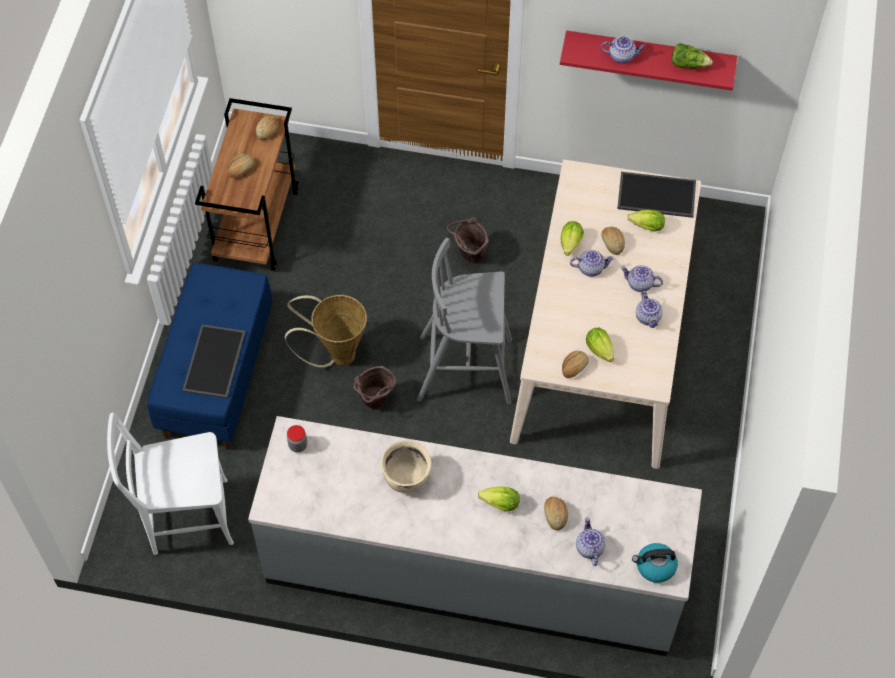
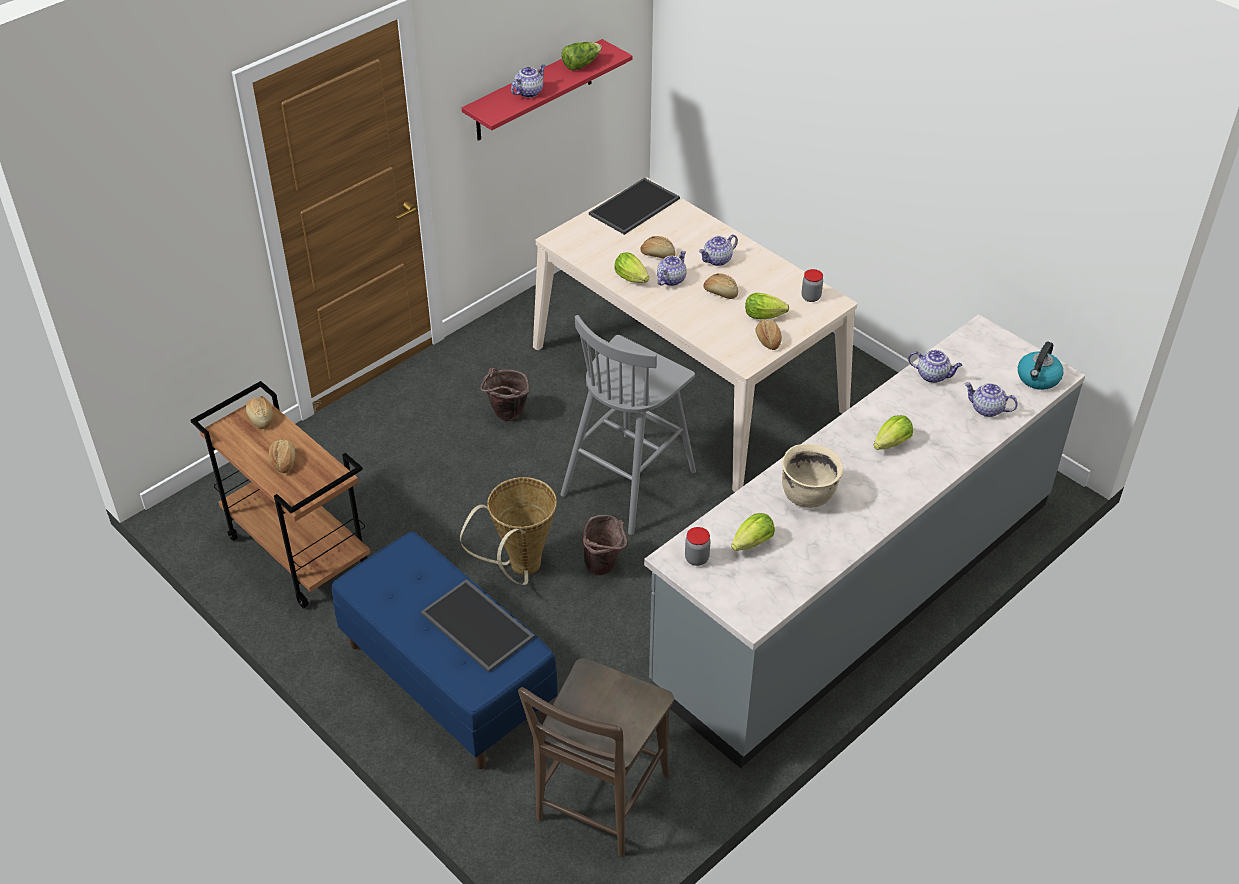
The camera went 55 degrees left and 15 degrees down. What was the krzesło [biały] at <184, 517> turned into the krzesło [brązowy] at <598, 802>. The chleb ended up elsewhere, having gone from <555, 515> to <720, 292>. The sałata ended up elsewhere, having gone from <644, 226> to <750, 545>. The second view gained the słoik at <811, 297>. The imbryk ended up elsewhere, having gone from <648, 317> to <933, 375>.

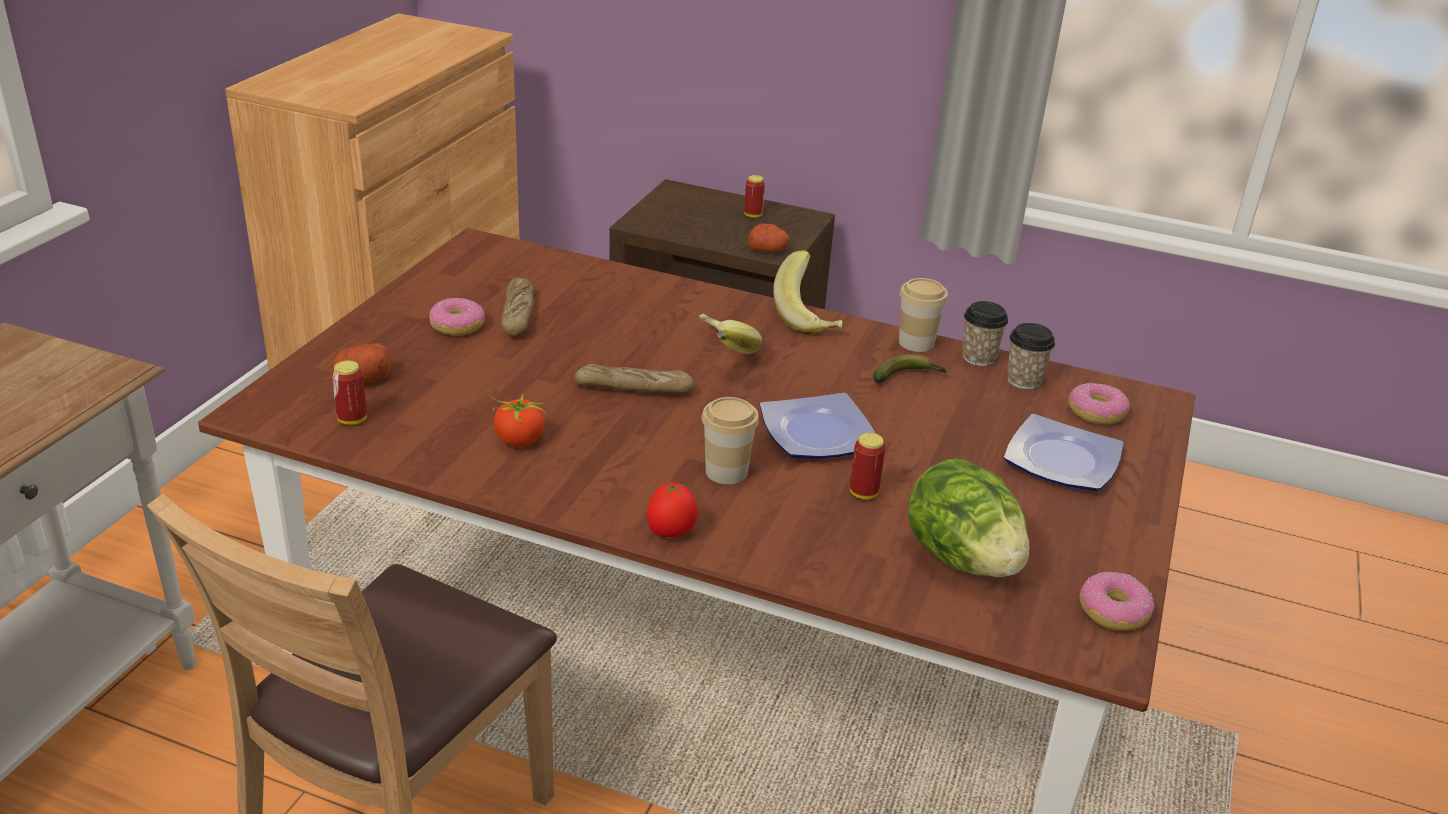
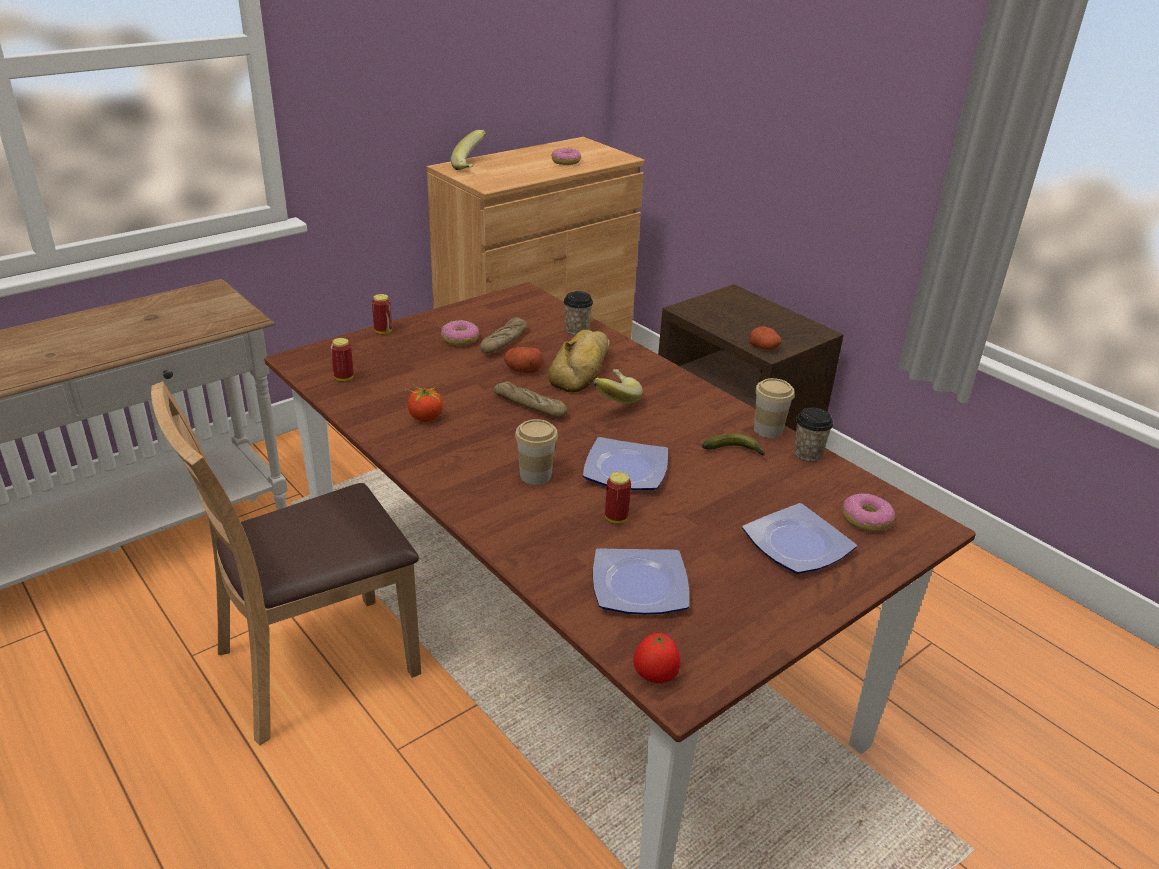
The camera went 30 degrees right and 0 degrees up. The puszka ended up elsewhere, having gone from <753, 215> to <383, 331>. The banan ended up elsewhere, having gone from <810, 317> to <472, 166>. The ziemniak ended up elsewhere, having gone from <363, 379> to <522, 370>. The second view gained the chleb at <583, 369>. The donut ended up elsewhere, having gone from <1113, 611> to <566, 162>. The filiżanka ended up elsewhere, having gone from <1023, 380> to <577, 330>. Where the sałata stood at <962, 558>, the talerz came to stand at <641, 585>. The pomidor ended up elsewhere, having gone from <671, 533> to <655, 677>.

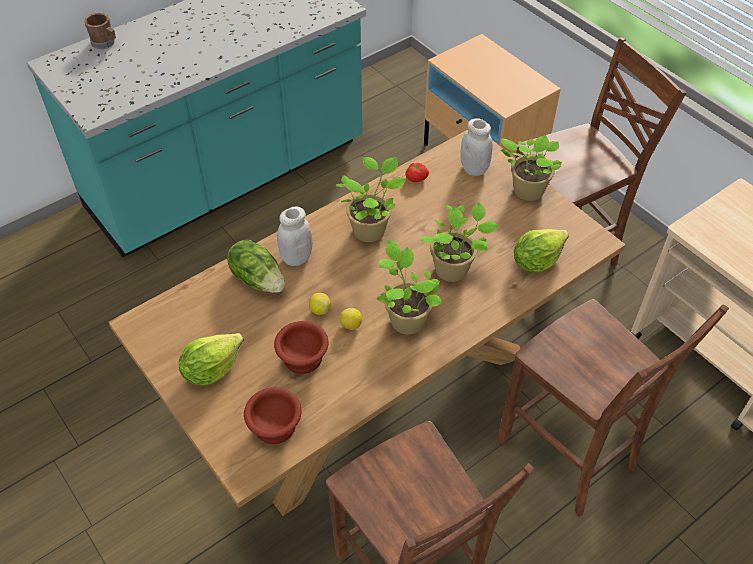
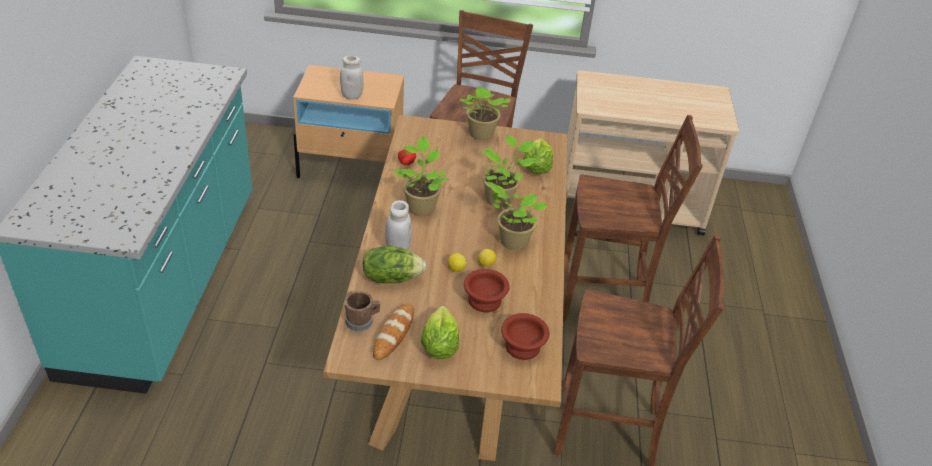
The camera went 50 degrees left and 10 degrees down. The słoik [biały] ended up elsewhere, having gone from <474, 169> to <352, 96>. The kubek [brązowy] ended up elsewhere, having gone from <105, 43> to <362, 321>. The second view gained the chleb at <394, 334>.

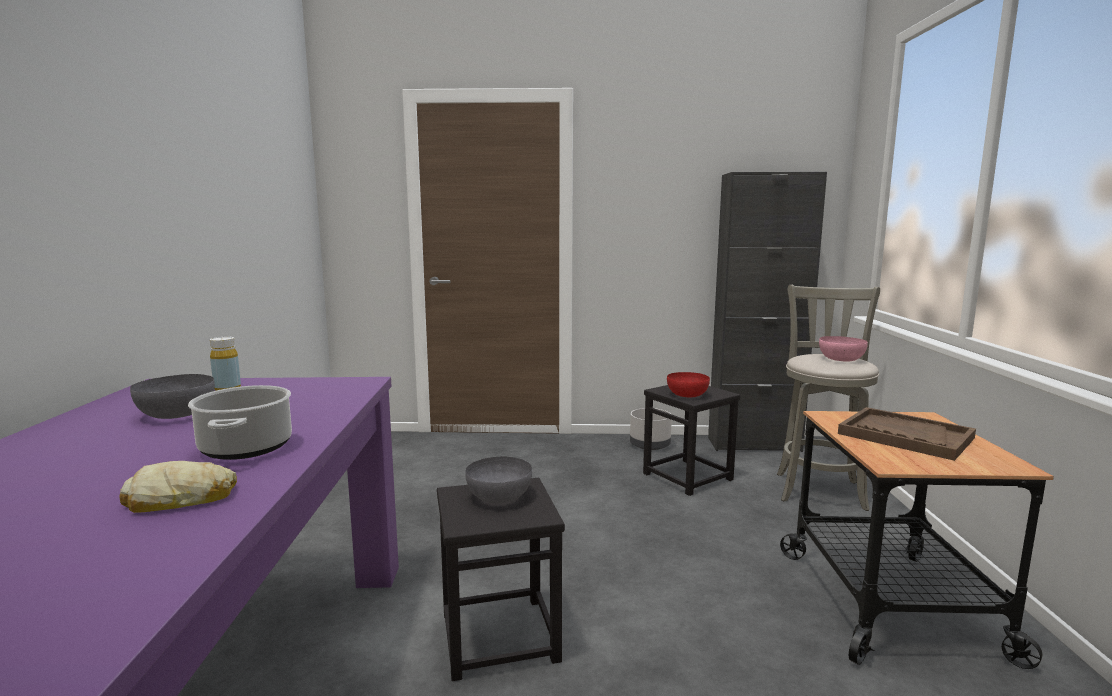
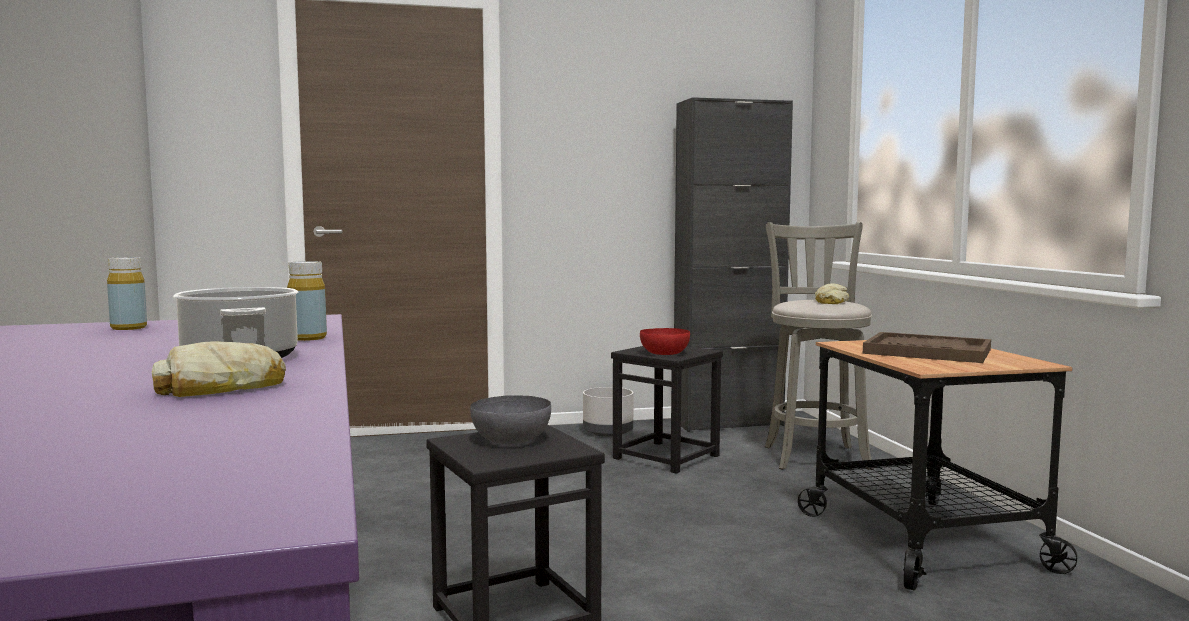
The camera went 15 degrees left and 5 degrees down. The second view gained the butelka [żółty] at <308, 338>. Where the miska [różowy] stood at <840, 359>, the chleb came to stand at <830, 302>. The second view lost the miska [szary] at <176, 414>.

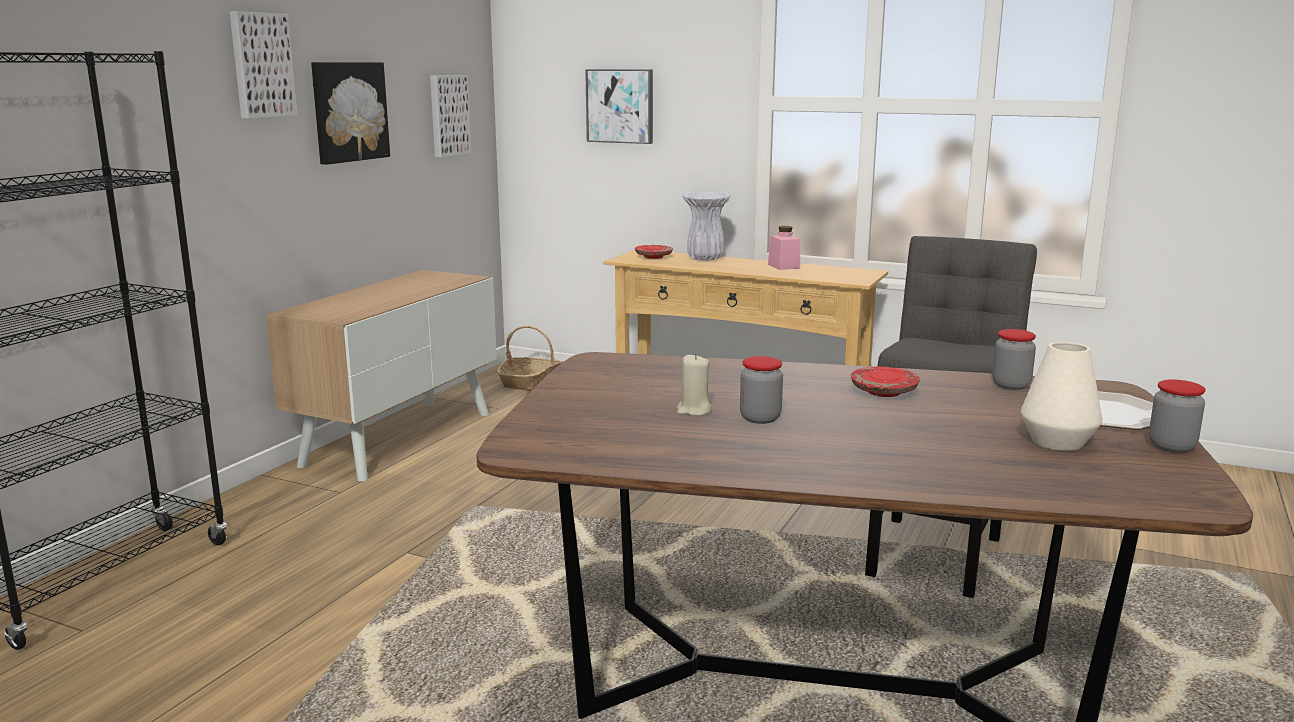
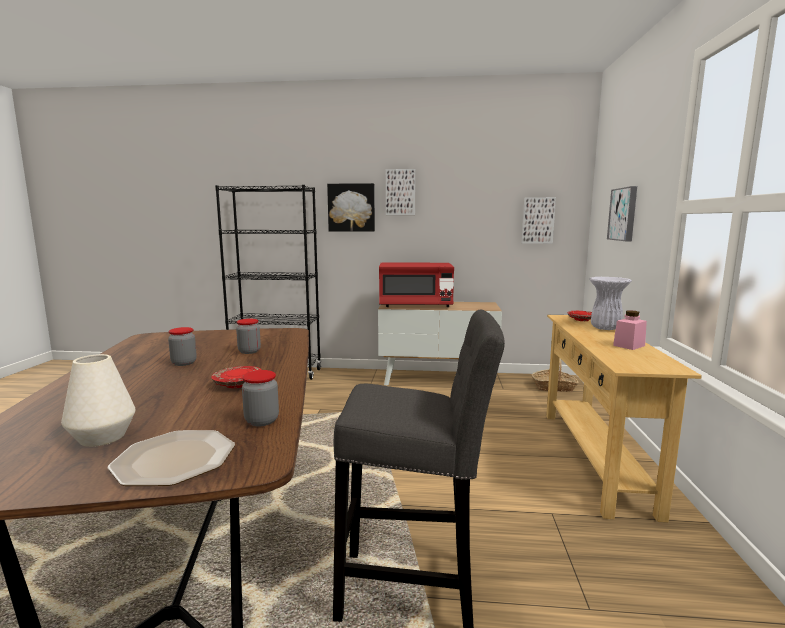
The camera went 70 degrees right and 5 degrees down. The słoik ended up elsewhere, having gone from <1172, 446> to <249, 351>. The obraz ended up elsewhere, having gone from <348, 111> to <351, 207>. The second view gained the mikrofalówka [czerwony] at <415, 305>. The second view lost the świeca [beżowy] at <694, 410>.

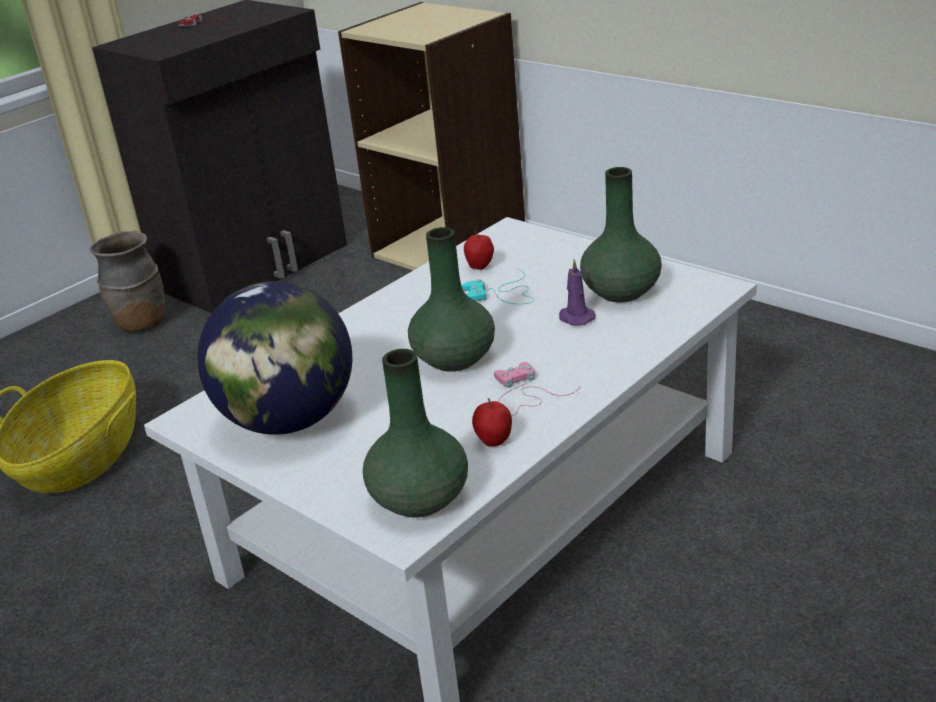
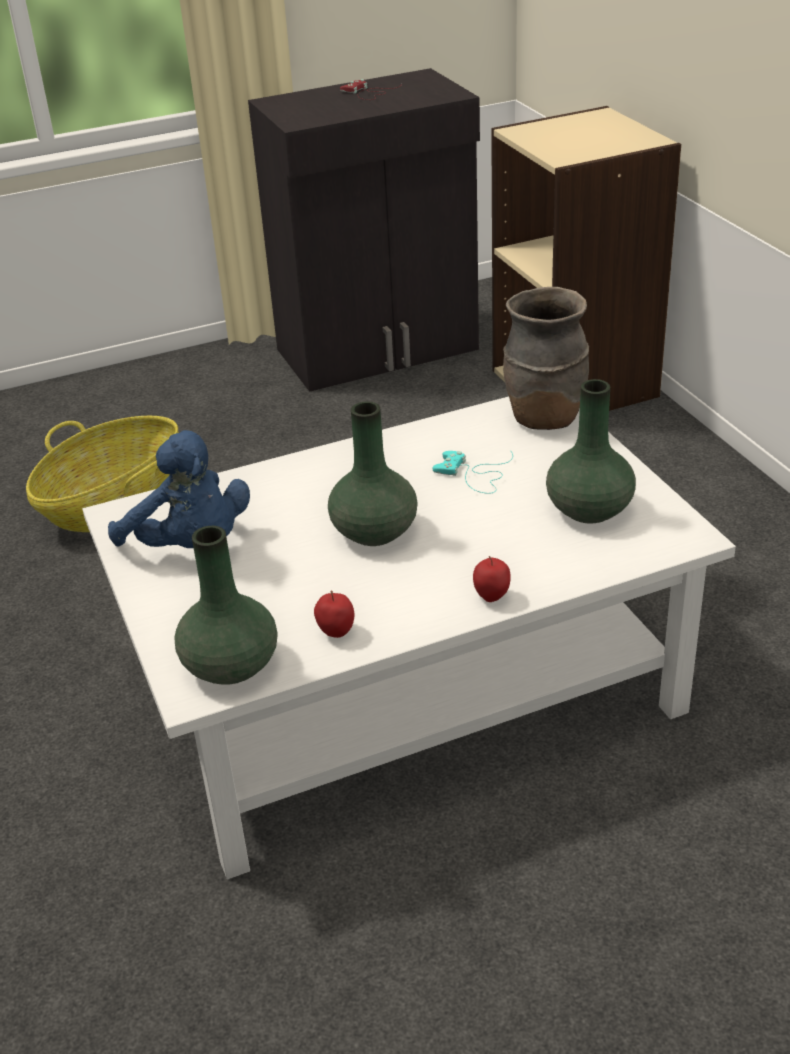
The camera went 25 degrees right and 5 degrees up. Where the globus stood at <289, 421>, the pluszak [niebieski] came to stand at <191, 546>. The jabłko ended up elsewhere, having gone from <480, 267> to <491, 598>. The wazon [brązowy] ended up elsewhere, having gone from <141, 324> to <543, 418>. The second view lost the pad do gier [różowy] at <523, 394>. The second view lost the świeca [fioletowy] at <575, 318>.

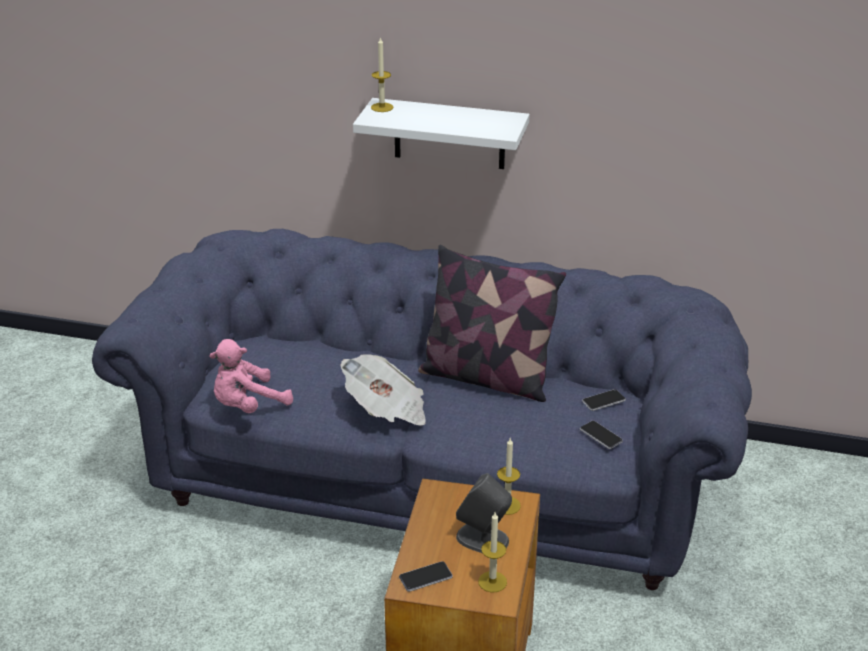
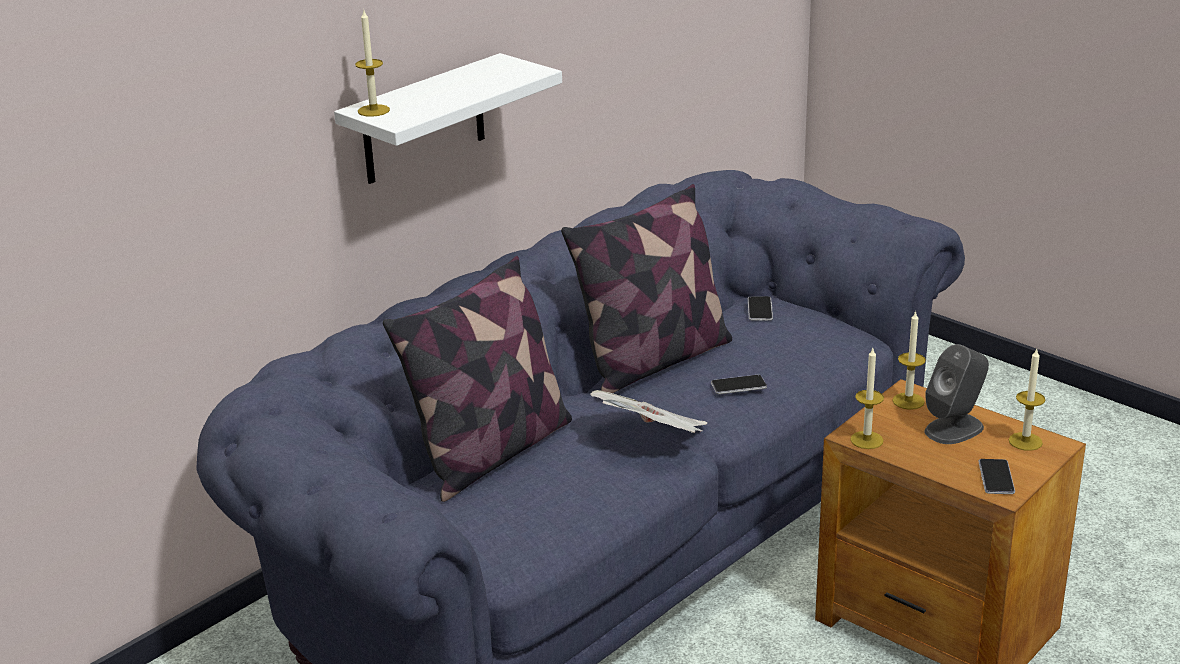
The camera went 60 degrees left and 5 degrees down. The second view gained the poduszka at <491, 452>. The telefon ended up elsewhere, having gone from <601, 435> to <738, 386>. The second view gained the świeca at <866, 440>. The second view lost the pluszak [różowy] at <248, 405>.

